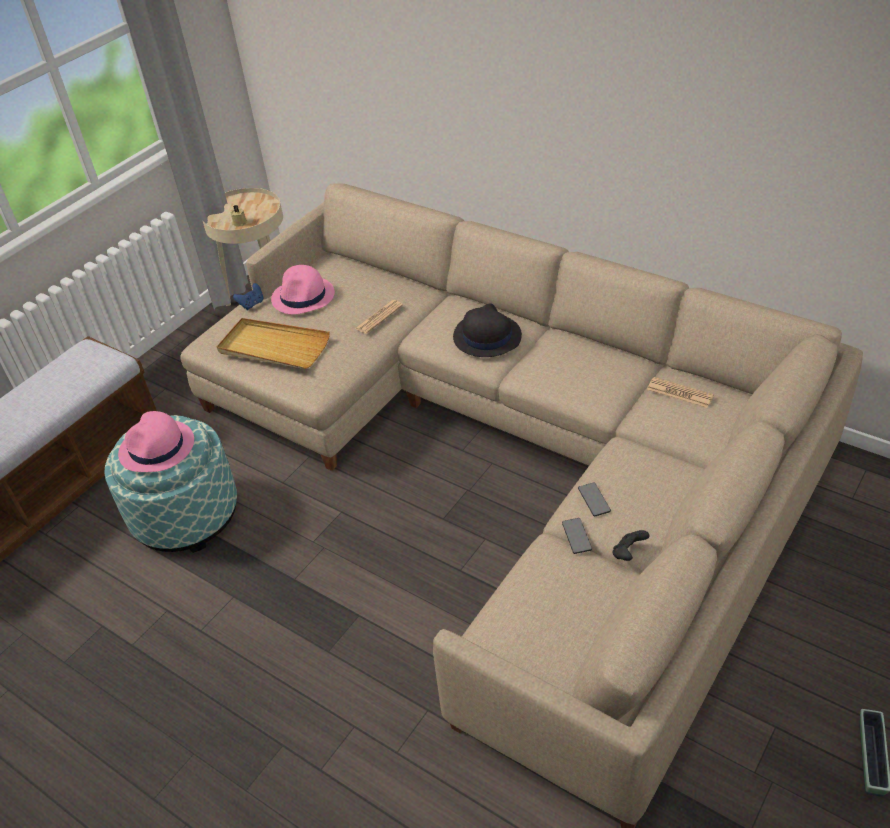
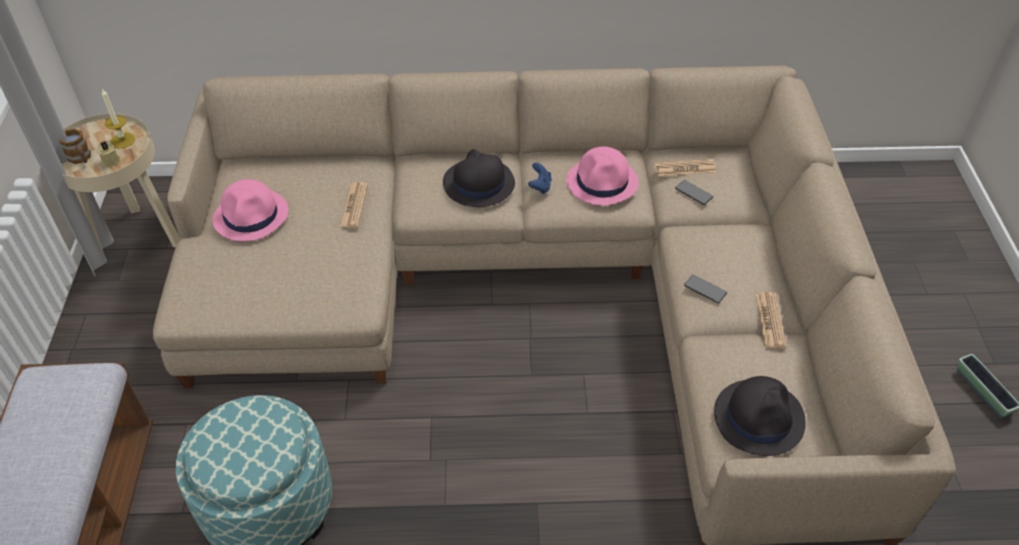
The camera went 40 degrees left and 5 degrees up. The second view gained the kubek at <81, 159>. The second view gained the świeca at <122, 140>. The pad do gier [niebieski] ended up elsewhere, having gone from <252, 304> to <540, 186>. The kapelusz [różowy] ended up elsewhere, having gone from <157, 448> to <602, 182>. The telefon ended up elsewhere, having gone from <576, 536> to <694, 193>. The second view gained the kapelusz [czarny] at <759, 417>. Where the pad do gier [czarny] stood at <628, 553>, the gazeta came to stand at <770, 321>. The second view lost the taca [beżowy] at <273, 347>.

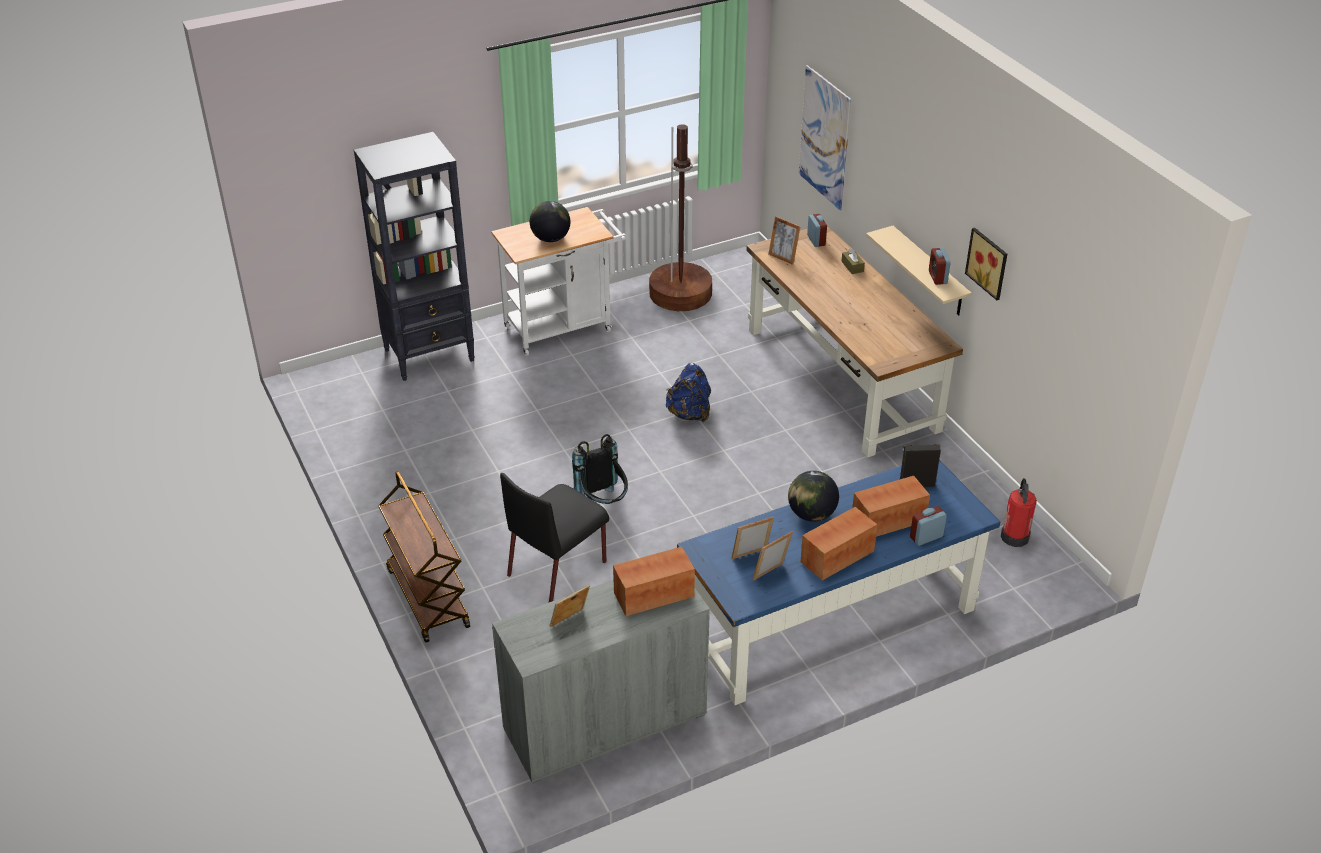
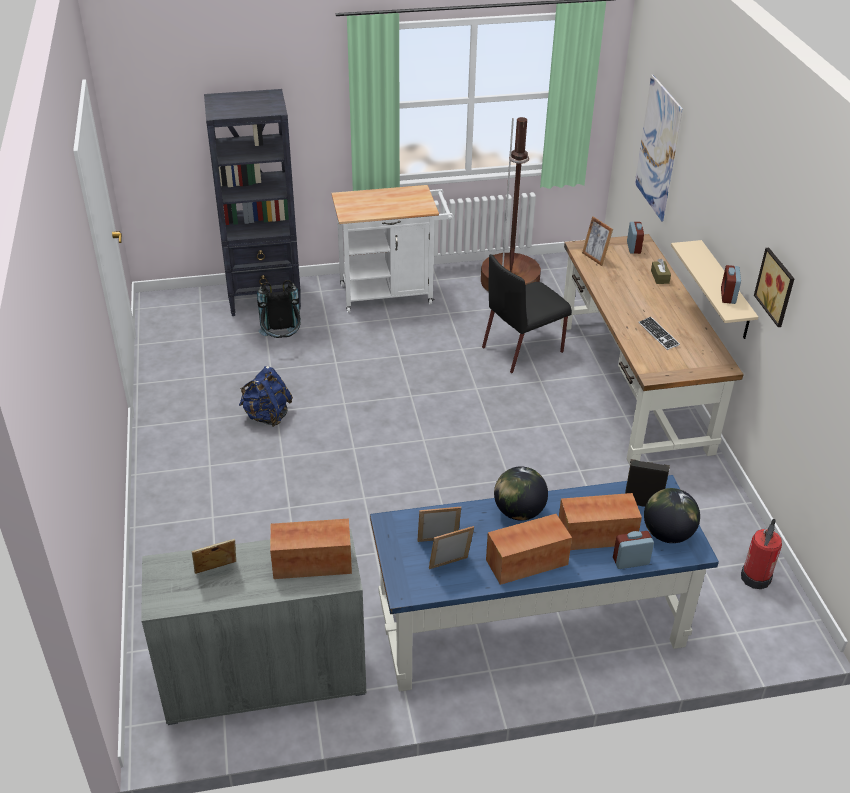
The camera went 15 degrees right and 0 degrees up. The plecak [niebieski] ended up elsewhere, having gone from <689, 414> to <267, 416>. The plecak [czarny] ended up elsewhere, having gone from <603, 504> to <282, 341>. The krzesło [czarny] ended up elsewhere, having gone from <558, 567> to <523, 349>. The second view gained the klawiatura at <658, 334>. The globus ended up elsewhere, having gone from <550, 239> to <667, 534>. The second view lost the wózek [brązowy] at <427, 597>.

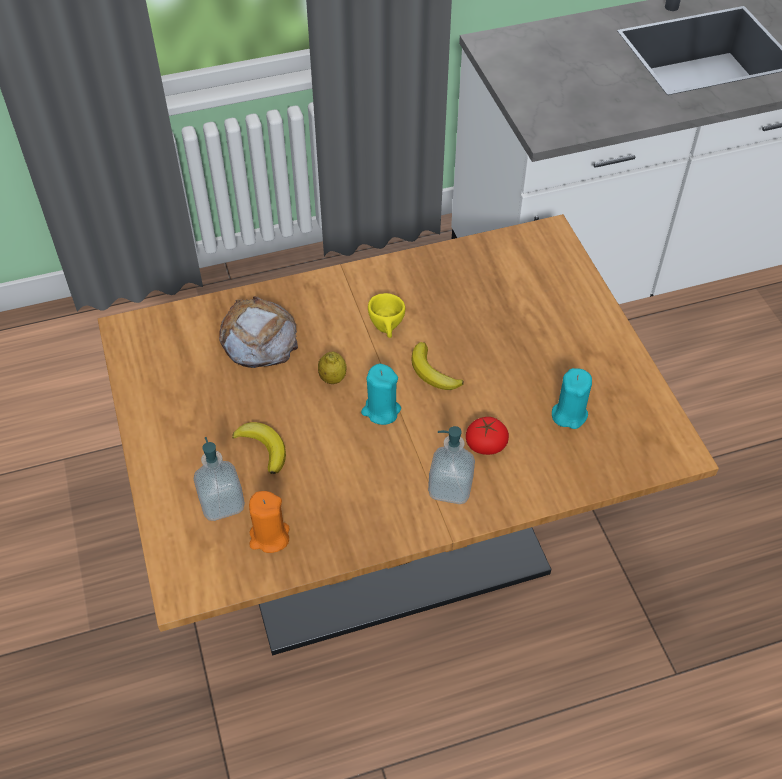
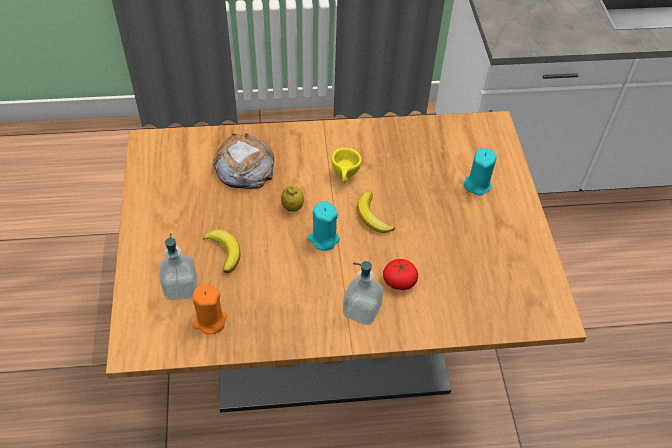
The camera went 10 degrees right and 0 degrees up. The świeca [turkusowy] ended up elsewhere, having gone from <569, 414> to <477, 184>.

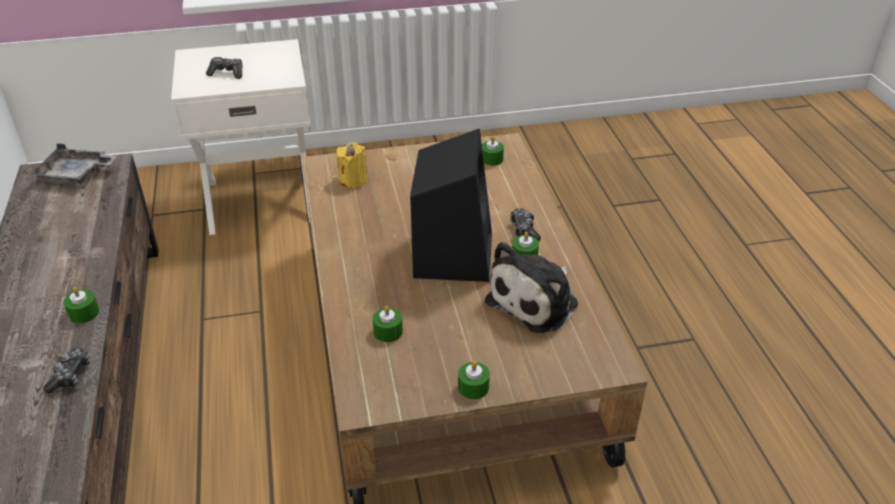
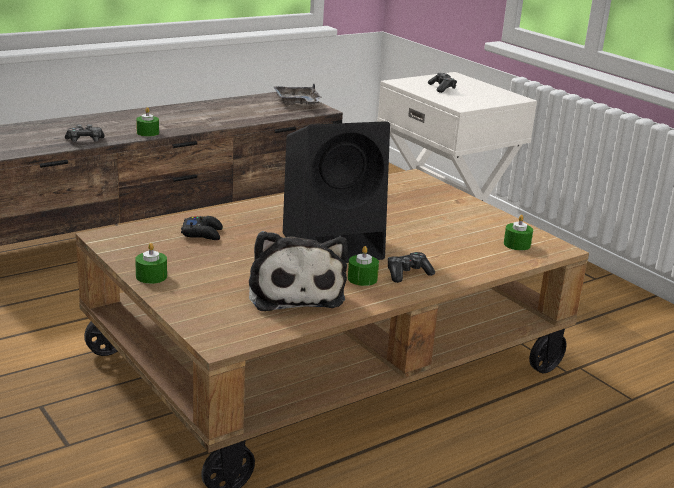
The camera went 65 degrees right and 15 degrees down. Where the świeca [zielony] stood at <388, 331>, the pad do gier [czarny] came to stand at <202, 233>. The pluszak at <536, 301> ended up facing another way, 120 degrees counterclockwise from before. The second view lost the świeca [żółty] at <353, 180>.

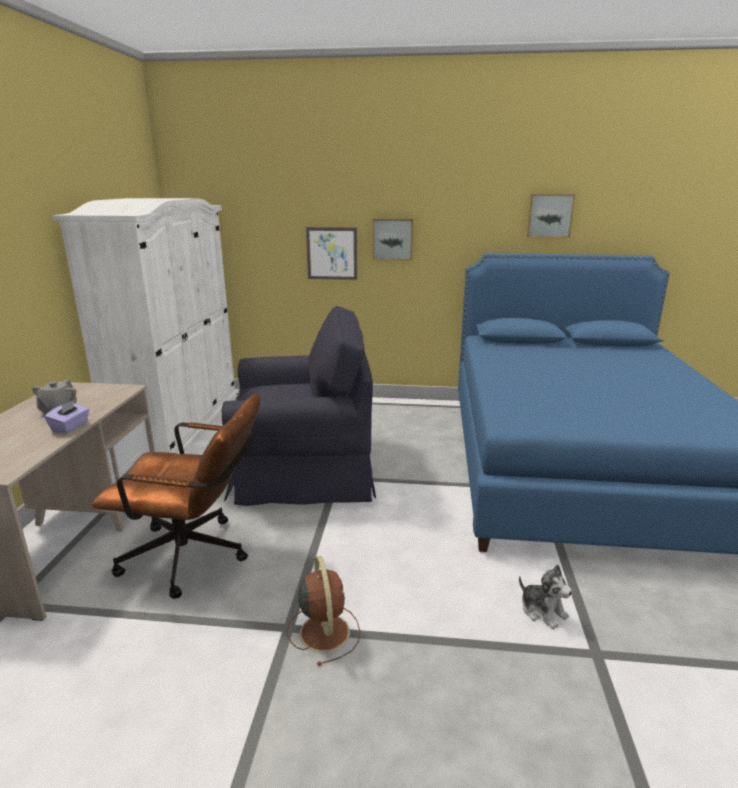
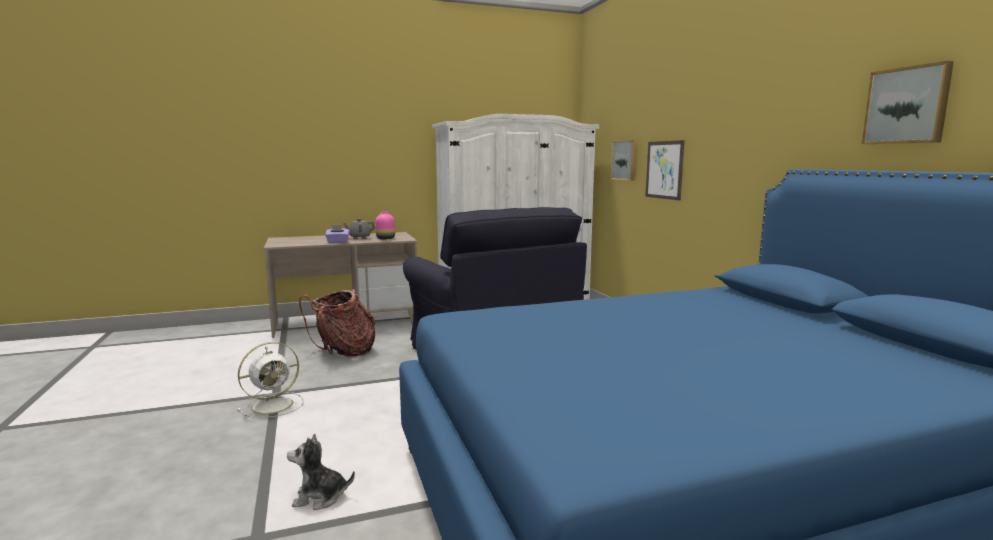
The camera went 65 degrees right and 10 degrees down. What was the wentylator [brązowy] at <324, 631> turned into the wentylator [biały] at <274, 405>. The pluszak at <543, 611> ended up facing another way, 60 degrees clockwise from before. Where the krzesło biurowe [brązowy] stood at <195, 557>, the plecak came to stand at <343, 352>. The second view gained the wazon [różowy] at <385, 238>. The obraz ended up elsewhere, having gone from <392, 239> to <625, 160>.

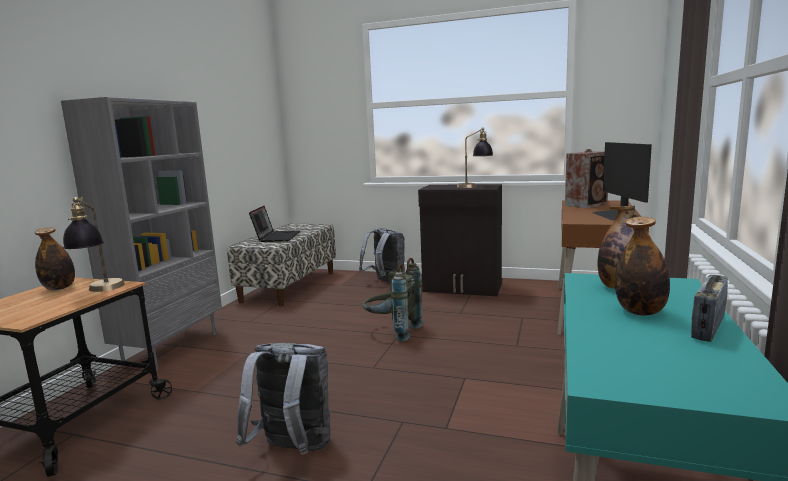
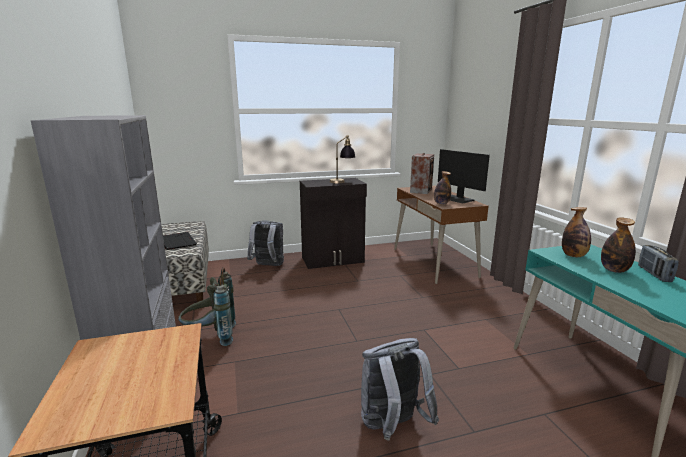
The camera went 35 degrees left and 5 degrees up. The plecak [szary] ended up elsewhere, having gone from <392, 331> to <211, 337>. The butelka ended up elsewhere, having gone from <59, 288> to <441, 203>. The second view lost the lampa stołowa at <100, 291>.

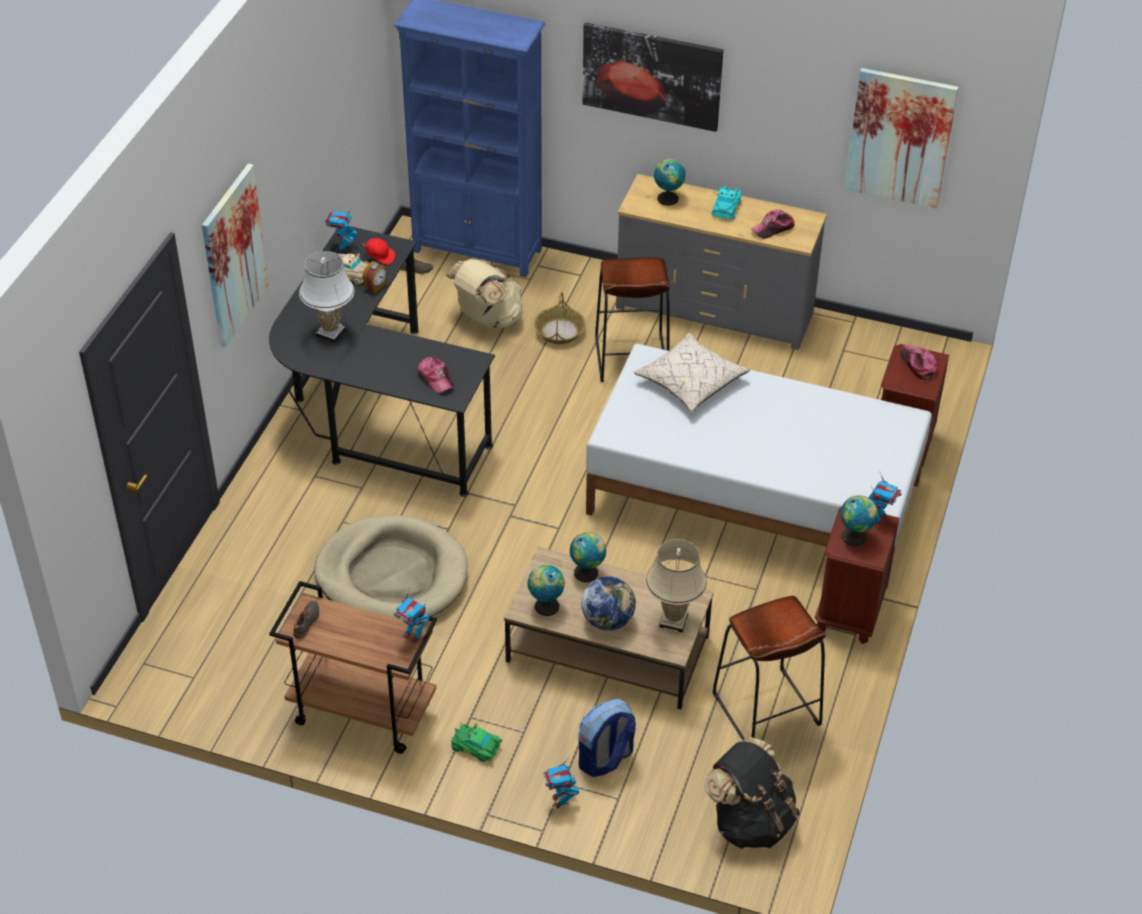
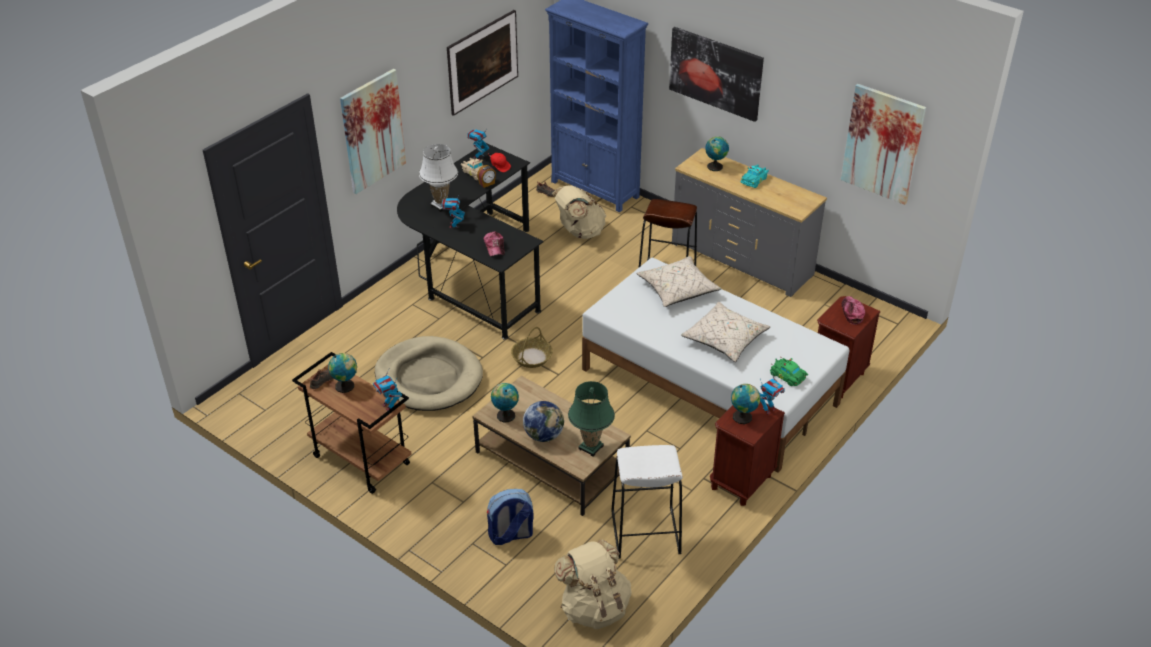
The camera went 20 degrees right and 5 degrees down. The globus ended up elsewhere, having gone from <587, 572> to <346, 386>. The robot zabawkowy ended up elsewhere, having gone from <560, 800> to <454, 225>. The second view gained the obraz at <483, 78>. The koszyk ended up elsewhere, having gone from <559, 331> to <532, 357>. What was the plecak [czarny] at <750, 821> turned into the plecak [beżowy] at <594, 607>. What was the lampa stołowa [beżowy] at <673, 620> turned into the lampa stołowa [zielony] at <591, 447>. What was the stołek [brązowy] at <766, 710> turned into the stołek [biały] at <645, 533>. The second view gained the poduszka [beżowy] at <725, 339>. The samochodzik [zielony] ended up elsewhere, having gone from <476, 748> to <788, 377>. The second view lost the czapka z daszkiem at <773, 228>.

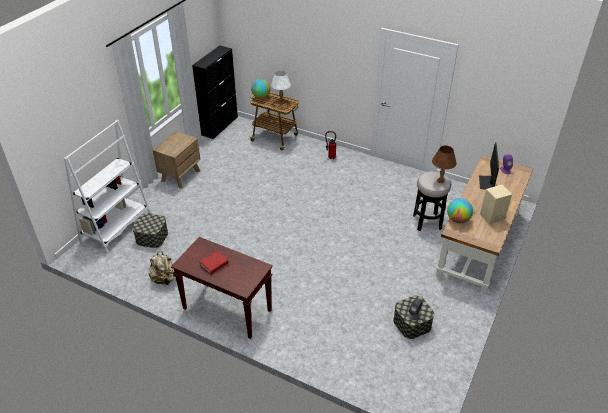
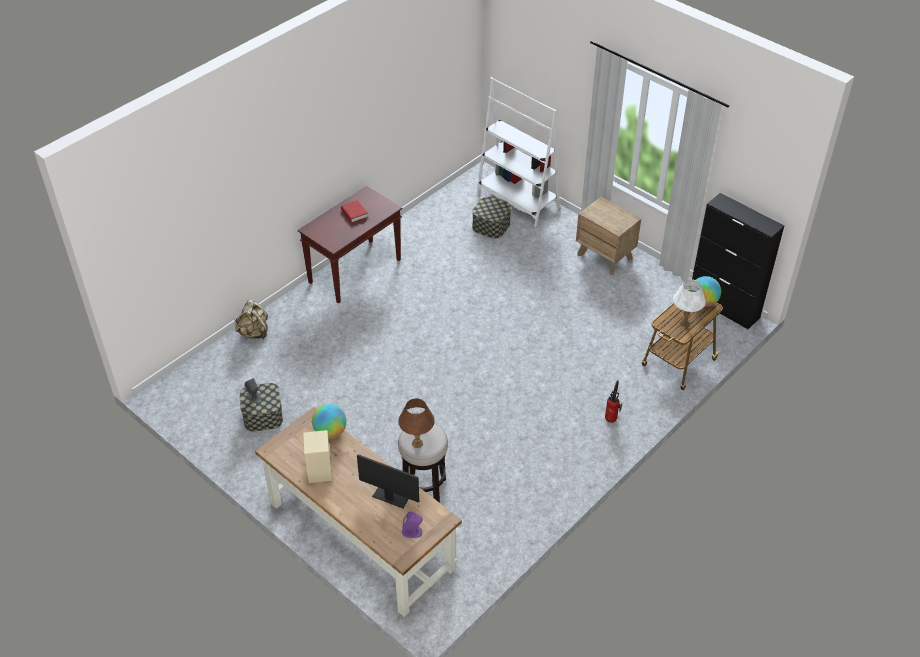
The camera went 105 degrees right and 5 degrees up. The plecak [beżowy] ended up elsewhere, having gone from <164, 279> to <254, 333>.

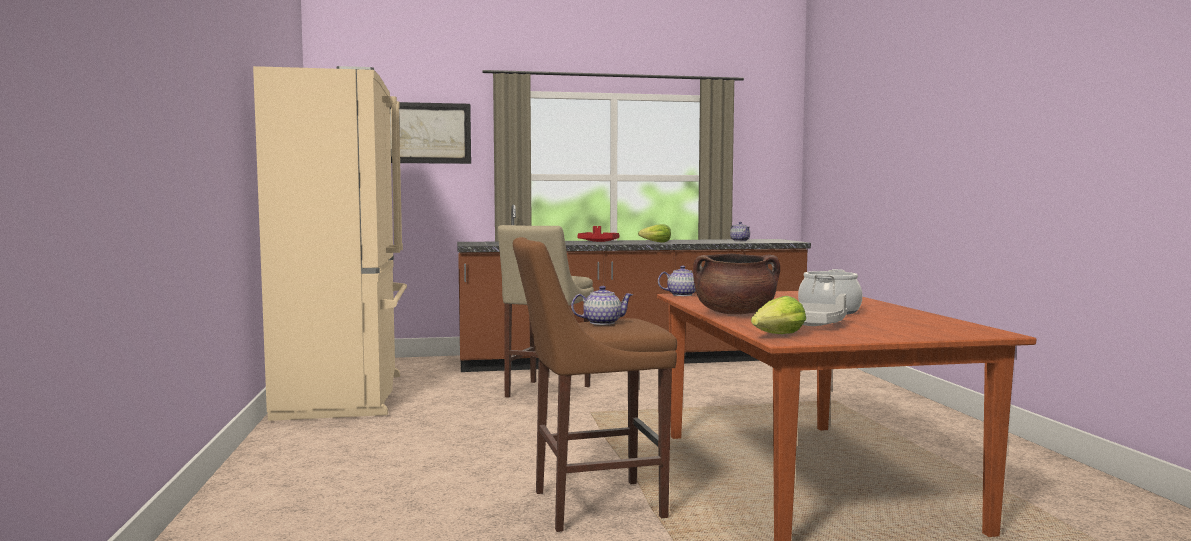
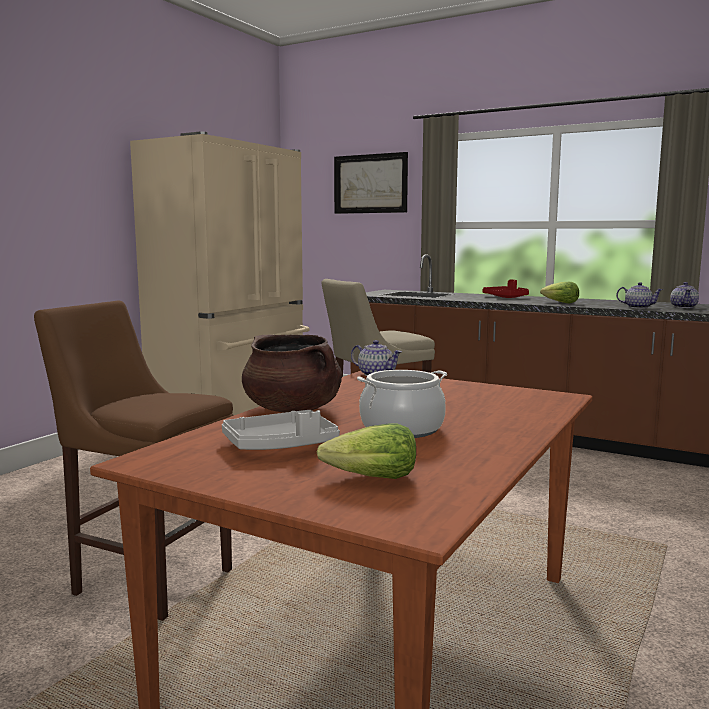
The camera went 40 degrees right and 5 degrees up. The sałata ended up elsewhere, having gone from <778, 335> to <372, 478>. The imbryk ended up elsewhere, having gone from <601, 322> to <637, 307>.

